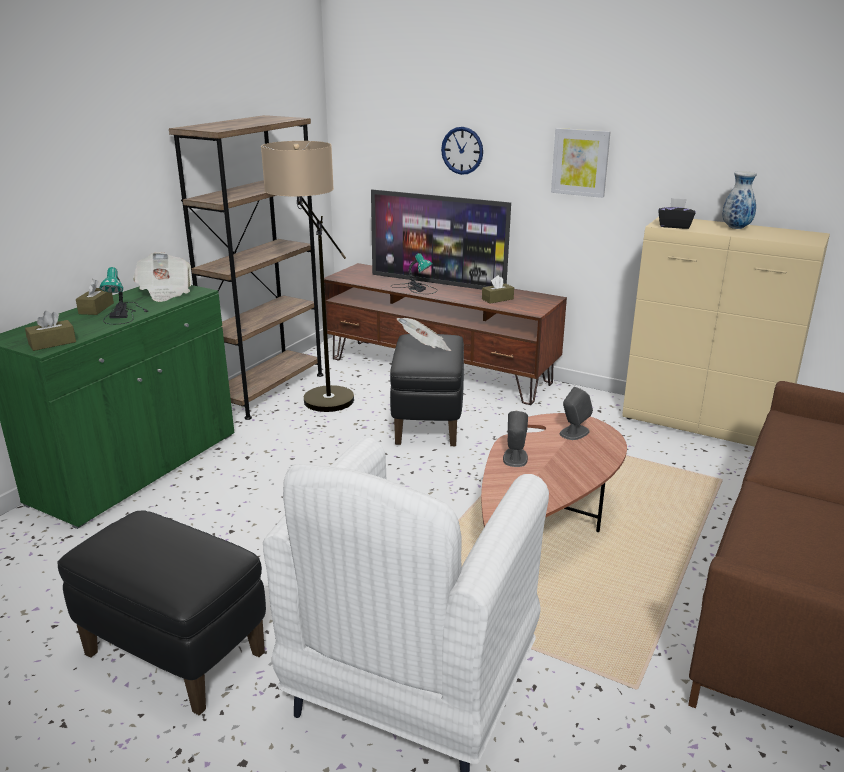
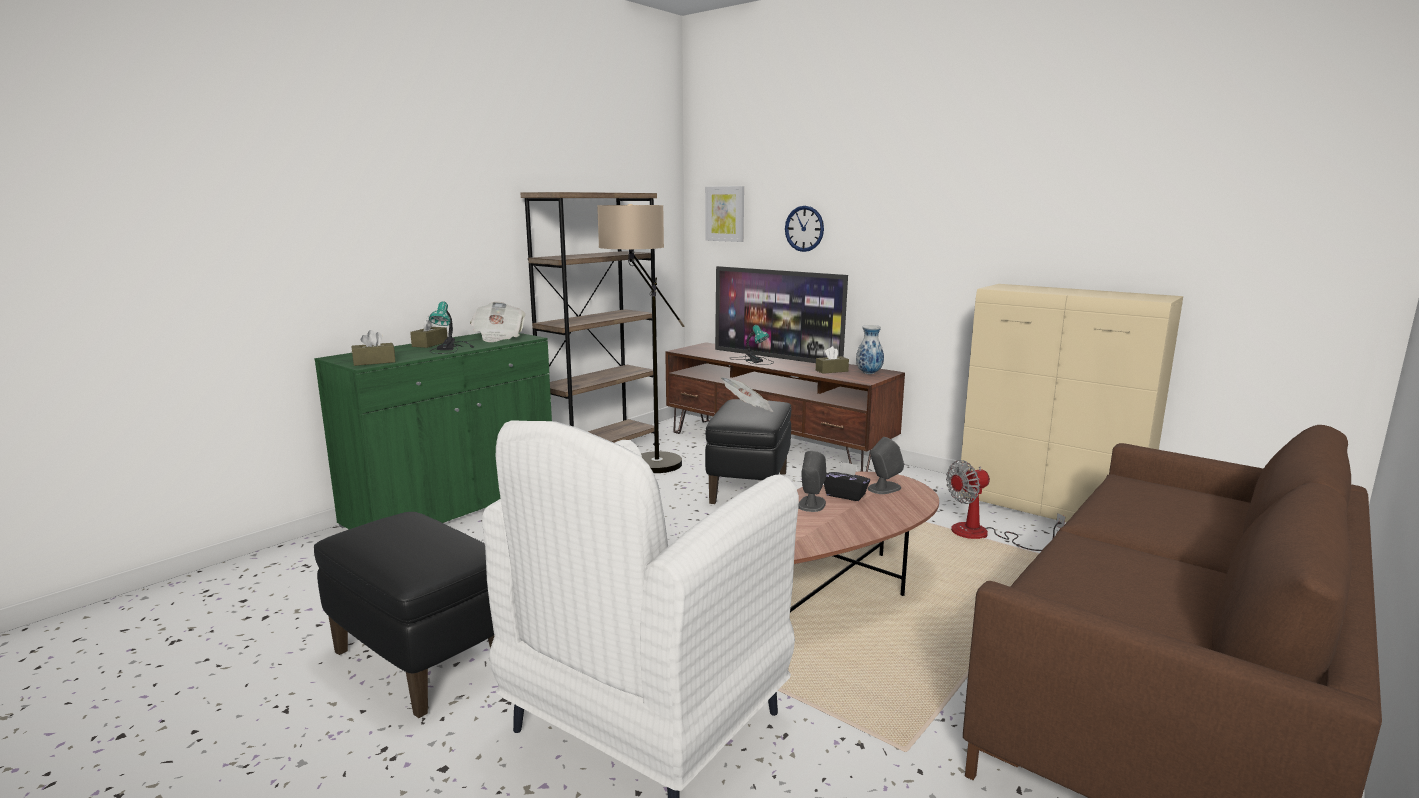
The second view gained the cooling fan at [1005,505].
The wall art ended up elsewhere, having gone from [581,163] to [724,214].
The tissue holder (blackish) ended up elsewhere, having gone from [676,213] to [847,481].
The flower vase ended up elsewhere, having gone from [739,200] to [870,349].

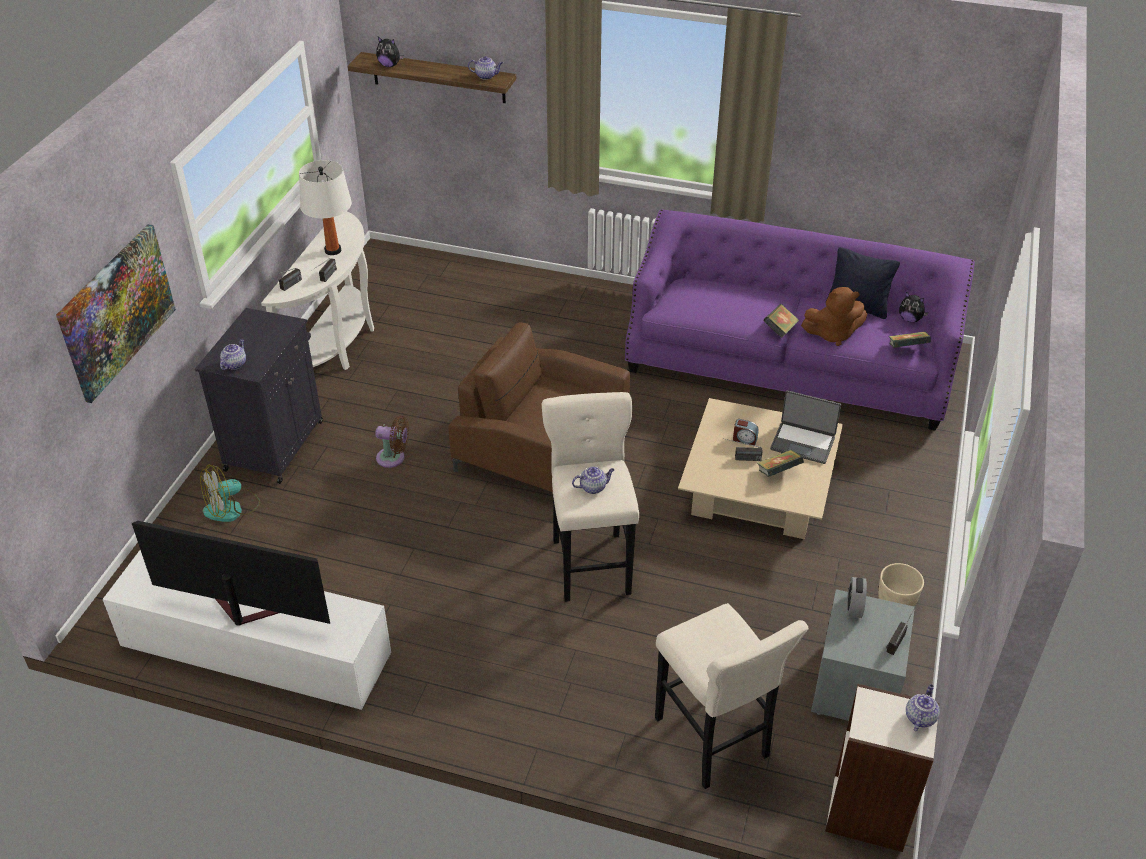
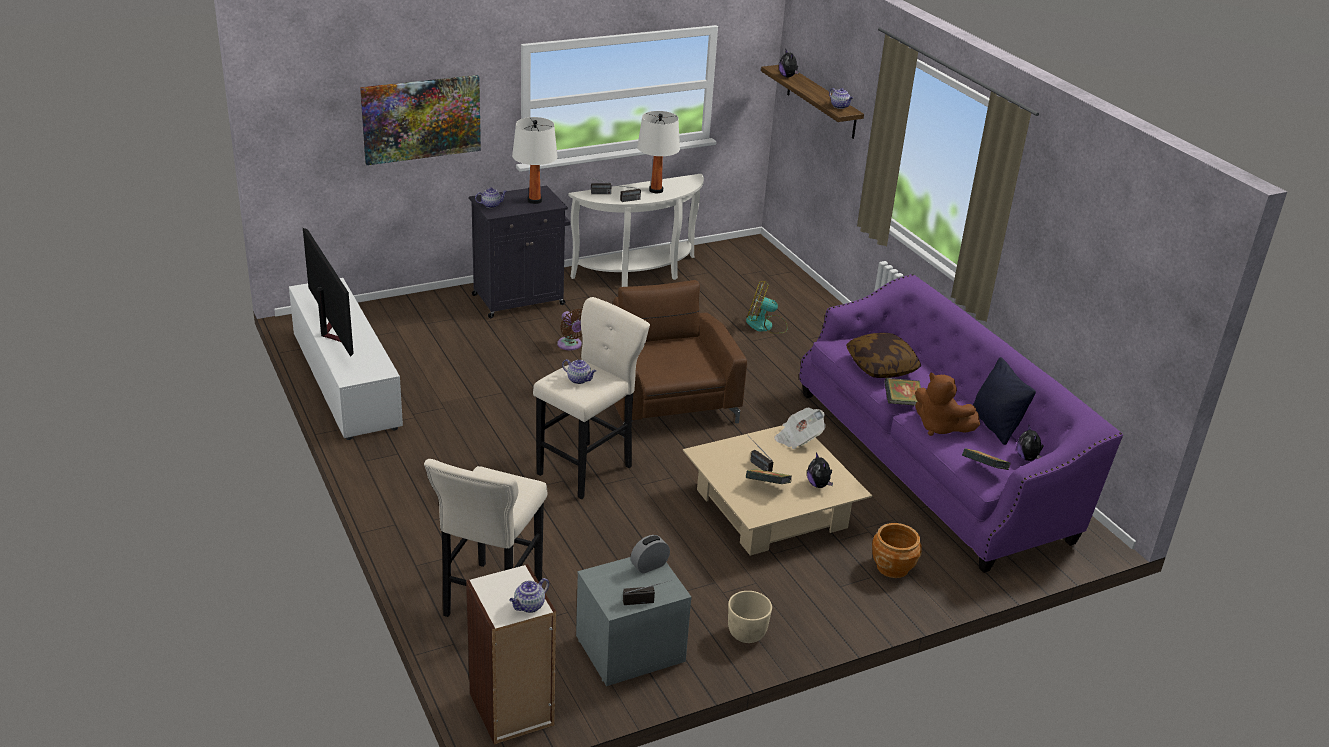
The second view lost the alarm clock at [746,432].
The second view gained the lamp for a table (white) at [535,160].
The second view gained the newspaper at [800,428].
The second view gained the throw pillow at [883,355].
The second view gained the flower pot (brown-coloured) at [897,550].
The cooling fan ended up elsewhere, having gone from [230,493] to [767,307].
Where the notebook computer stood at [805,427], the plush toy came to stand at [820,470].
The teapot at [923,707] ended up facing another way, 150 degrees clockwise from before.

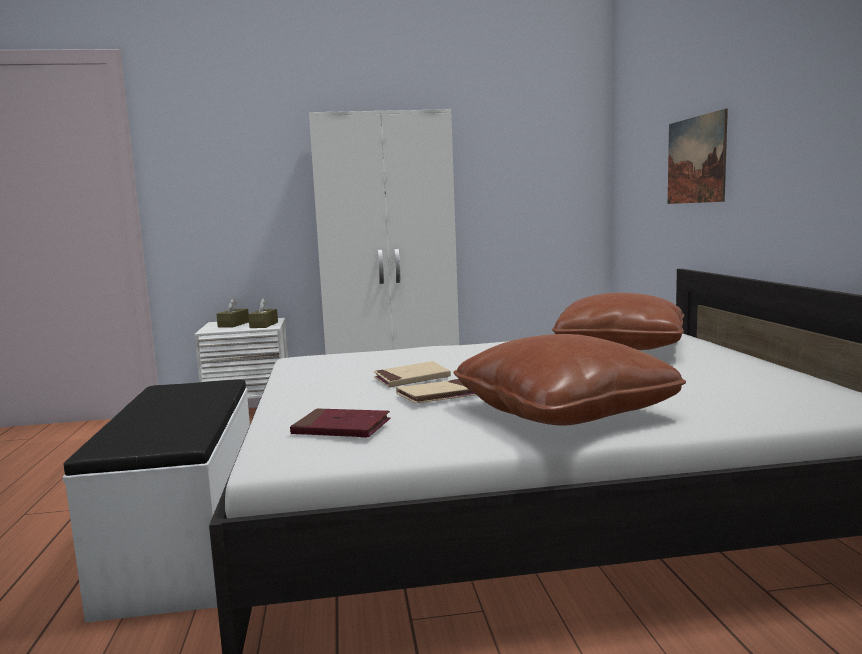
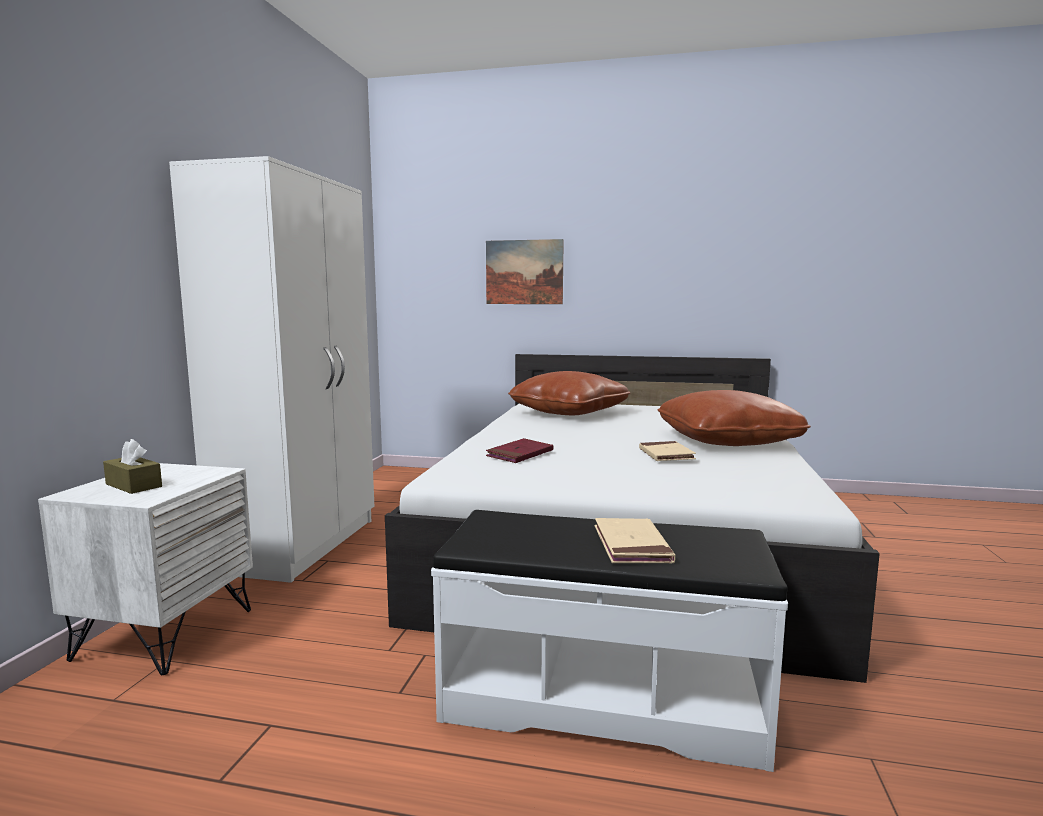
The second view lost the tissue holder (brown-coloured) at [263,313].
The bound book (red-coloured) ended up elsewhere, having gone from [340,423] to [519,450].
The bound book (beige-coloured) ended up elsewhere, having gone from [412,374] to [635,541].

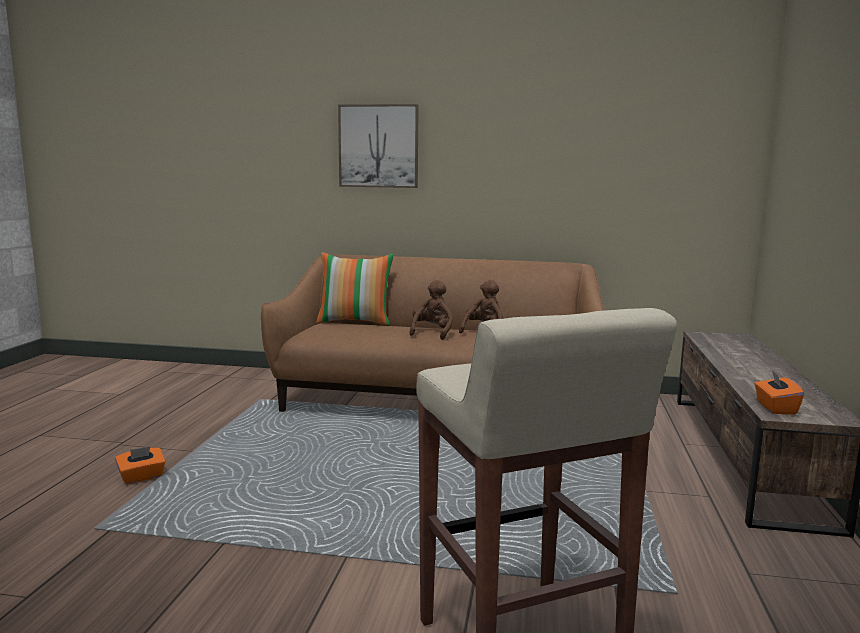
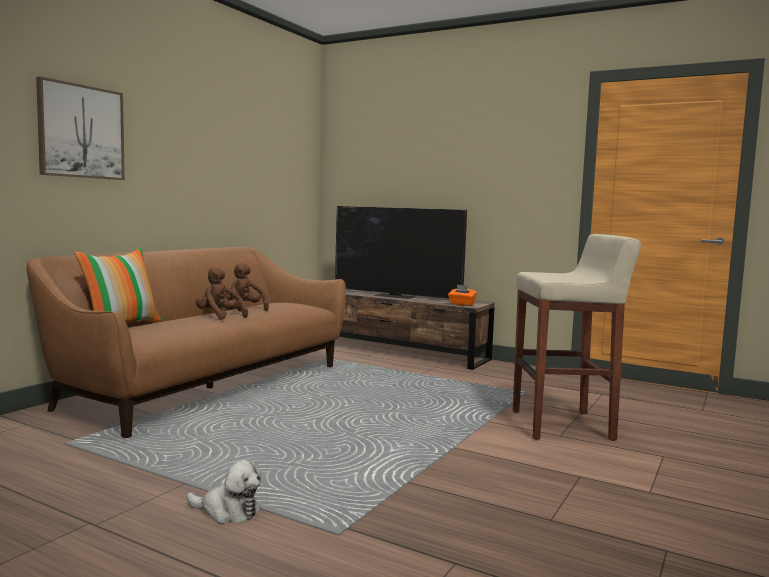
The second view gained the TV set at [401,252].
Where the tissue holder (orange) stood at [140,465], the plush toy came to stand at [224,492].

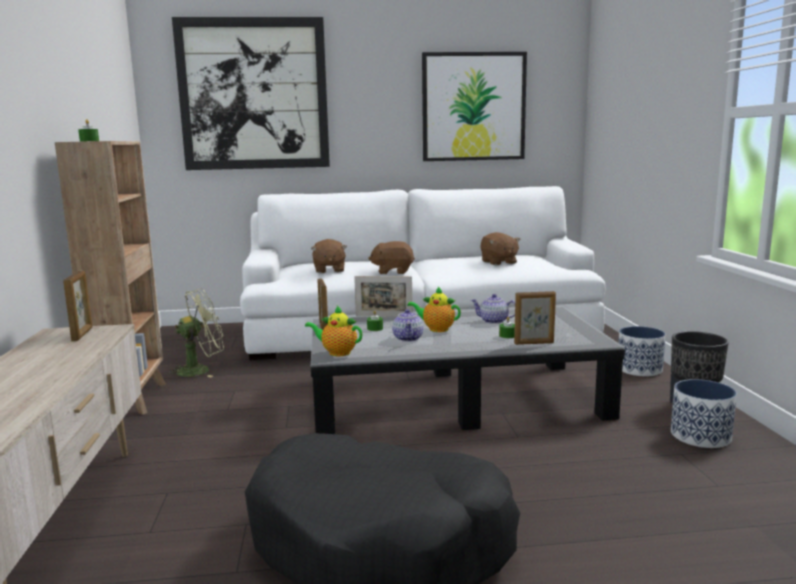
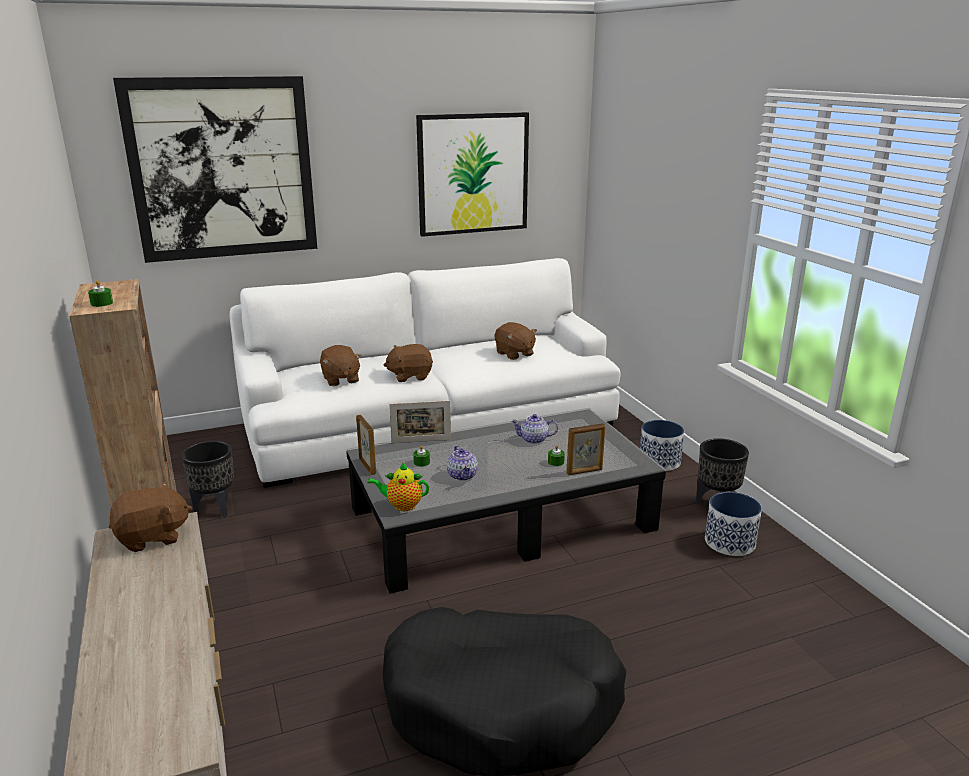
The second view lost the teapot at [434,309].
Where the standing frame stood at [77,306], the plush toy (brown-coloured) came to stand at [150,517].
Where the cooling fan (greenish) stood at [195,333], the flower pot (blackish) came to stand at [207,479].

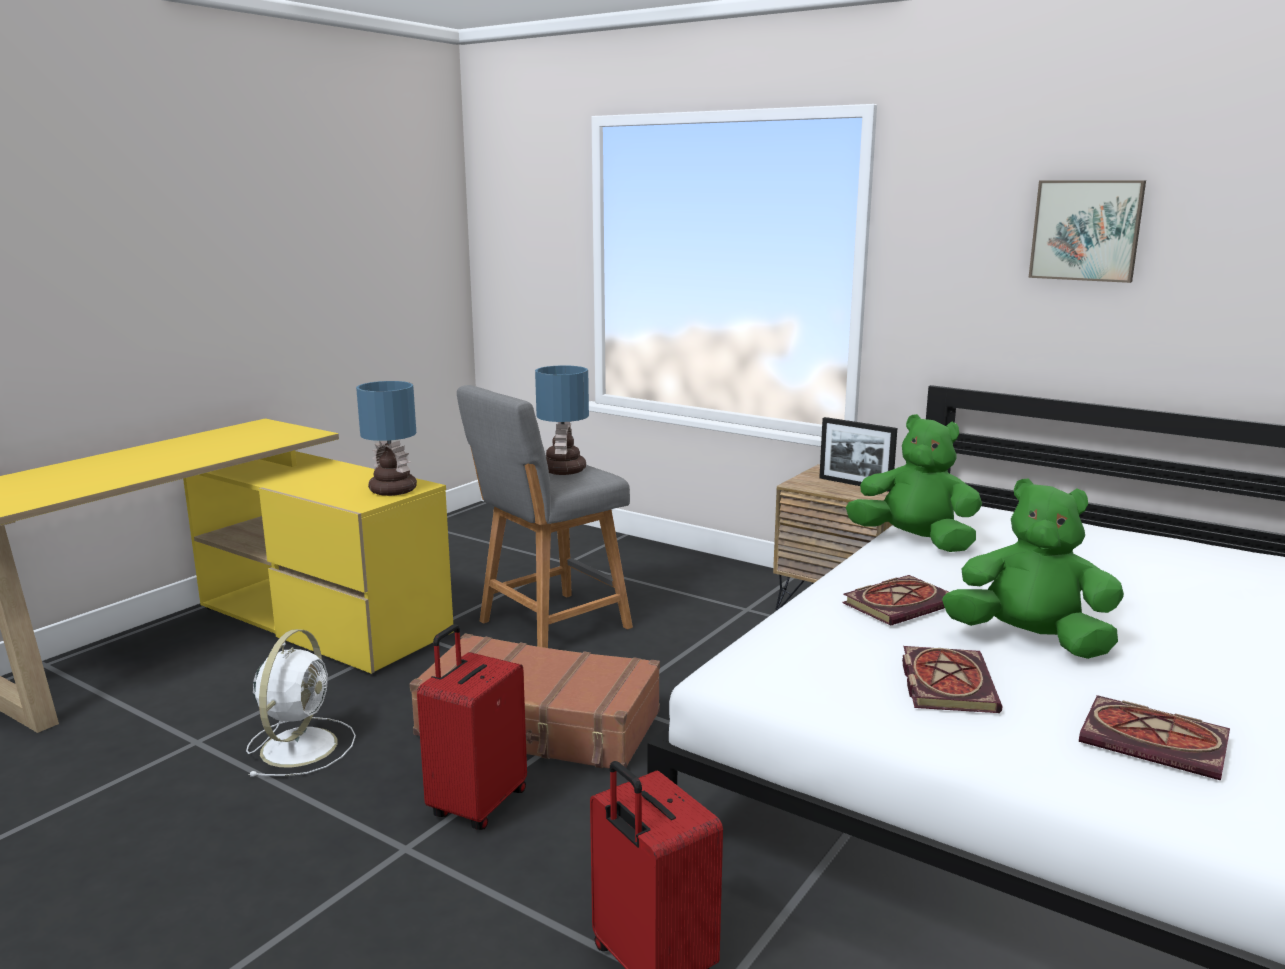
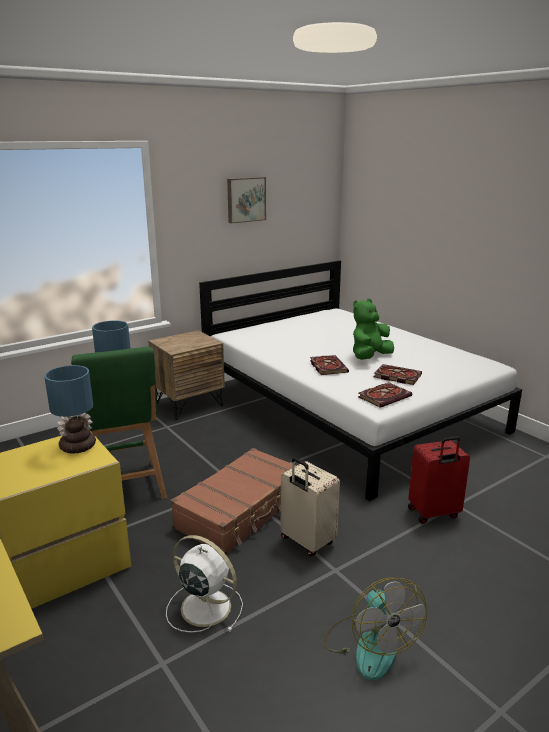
The second view lost the standing frame at [858,454].
The second view lost the plush toy (greenish) at [914,483].
The second view gained the cooling fan at [375,629].
The bound book ended up elsewhere, having gone from [1154,738] to [385,395].
What was the suitcase (red-coloured) at [472,727] turned into the suitcase (beige-coloured) at [310,506].
What was the sitting stool (grey) at [545,516] turned into the sitting stool (greenish) at [119,423].

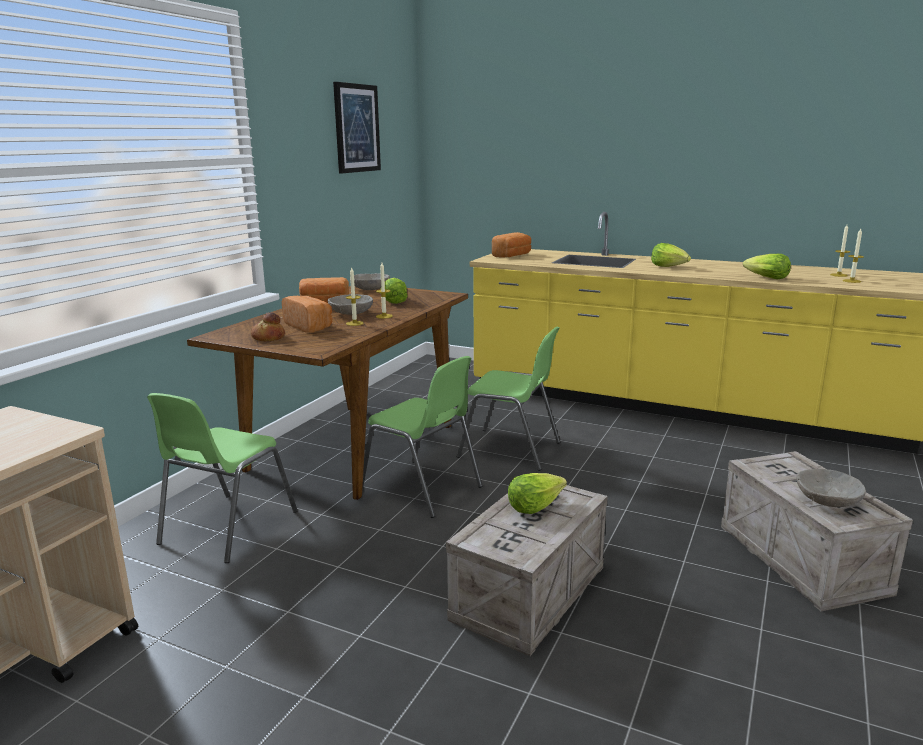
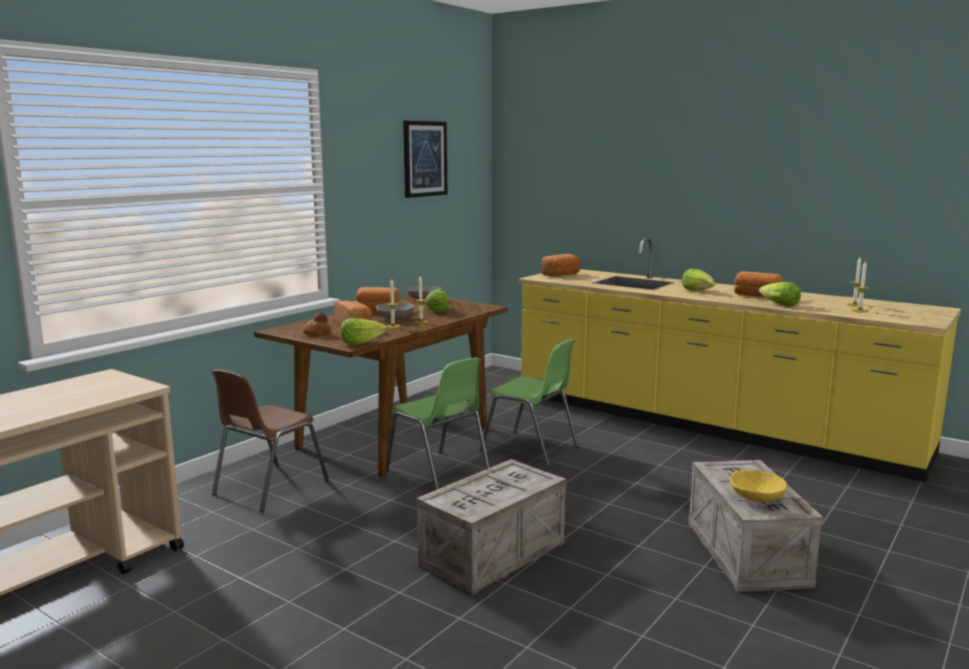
The second view gained the bread at [758,284].
The lettuce ended up elsewhere, having gone from [537,493] to [363,331].
What was the upright chair (greenish) at [222,478] turned into the upright chair (brown-coloured) at [270,440].
What was the bowl (grey) at [831,488] turned into the bowl (yellow) at [758,486].

